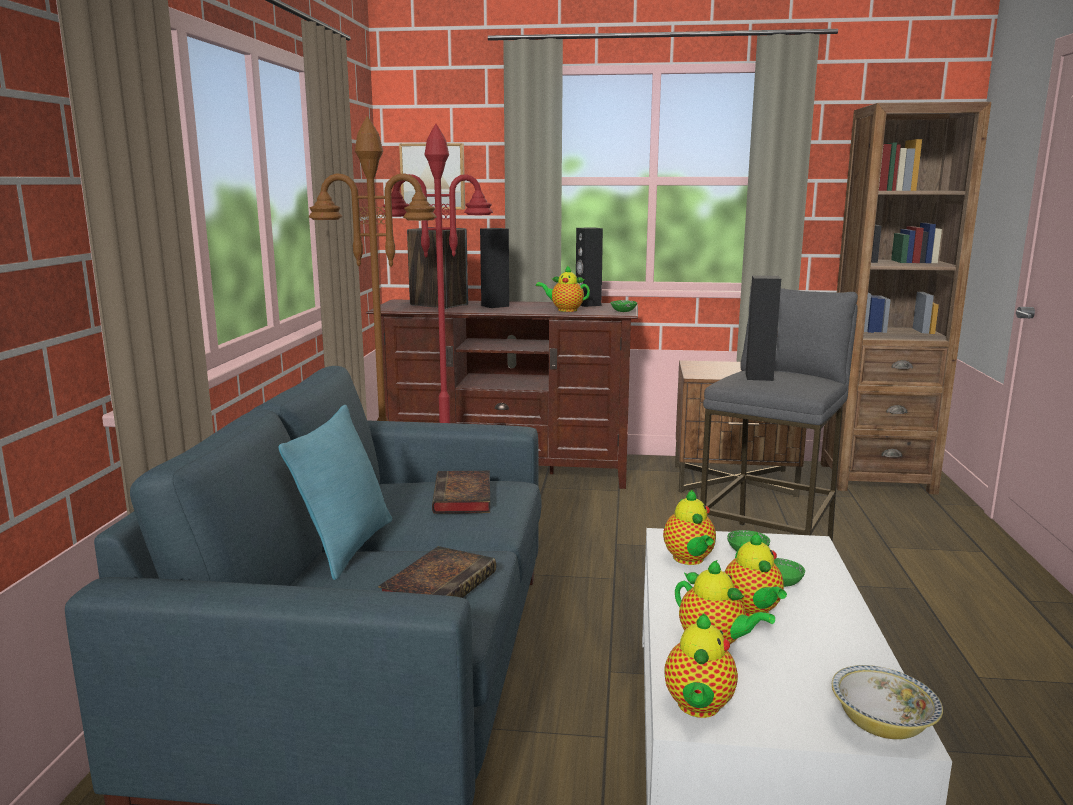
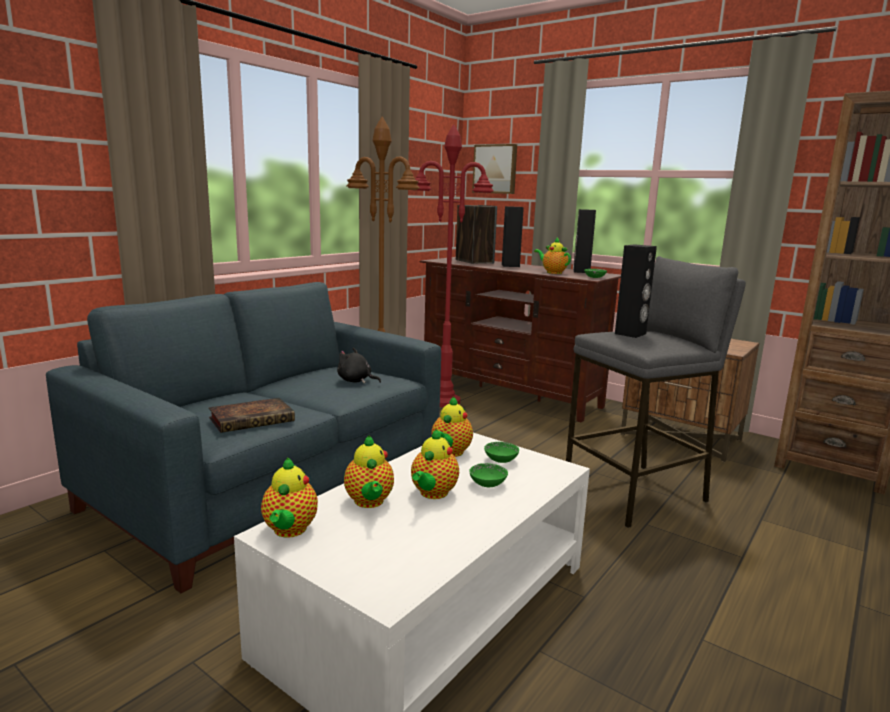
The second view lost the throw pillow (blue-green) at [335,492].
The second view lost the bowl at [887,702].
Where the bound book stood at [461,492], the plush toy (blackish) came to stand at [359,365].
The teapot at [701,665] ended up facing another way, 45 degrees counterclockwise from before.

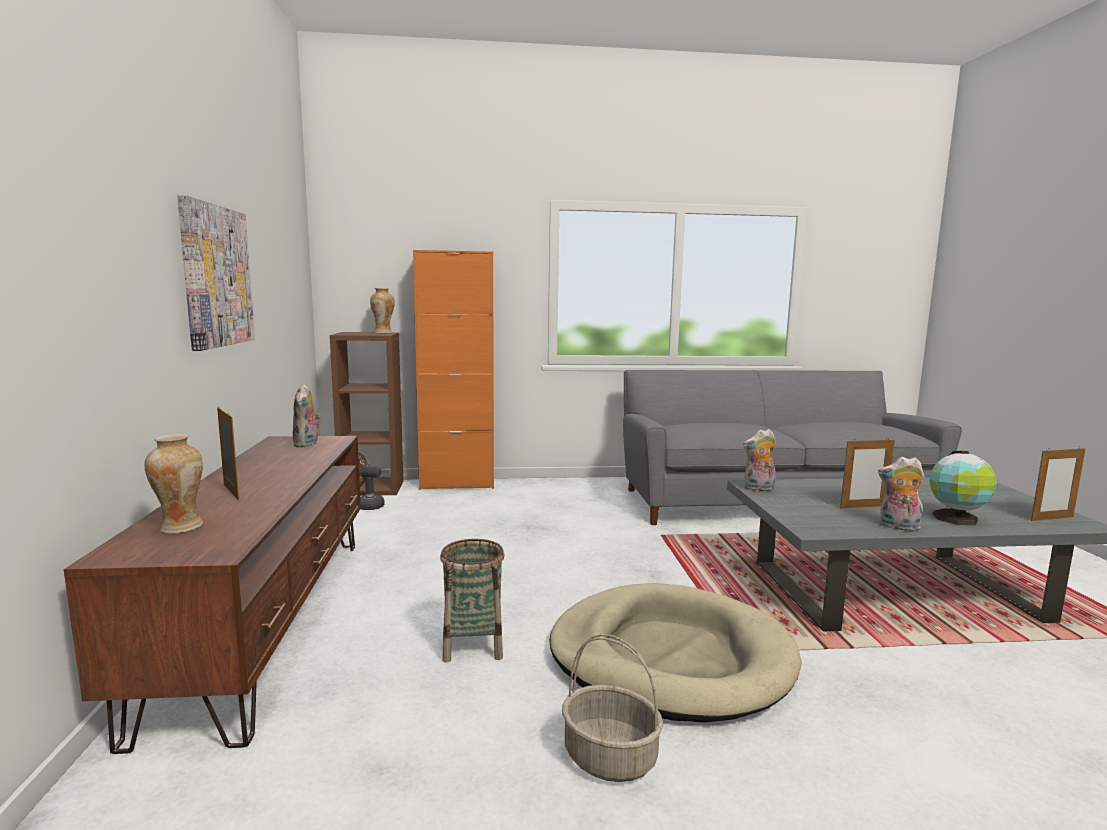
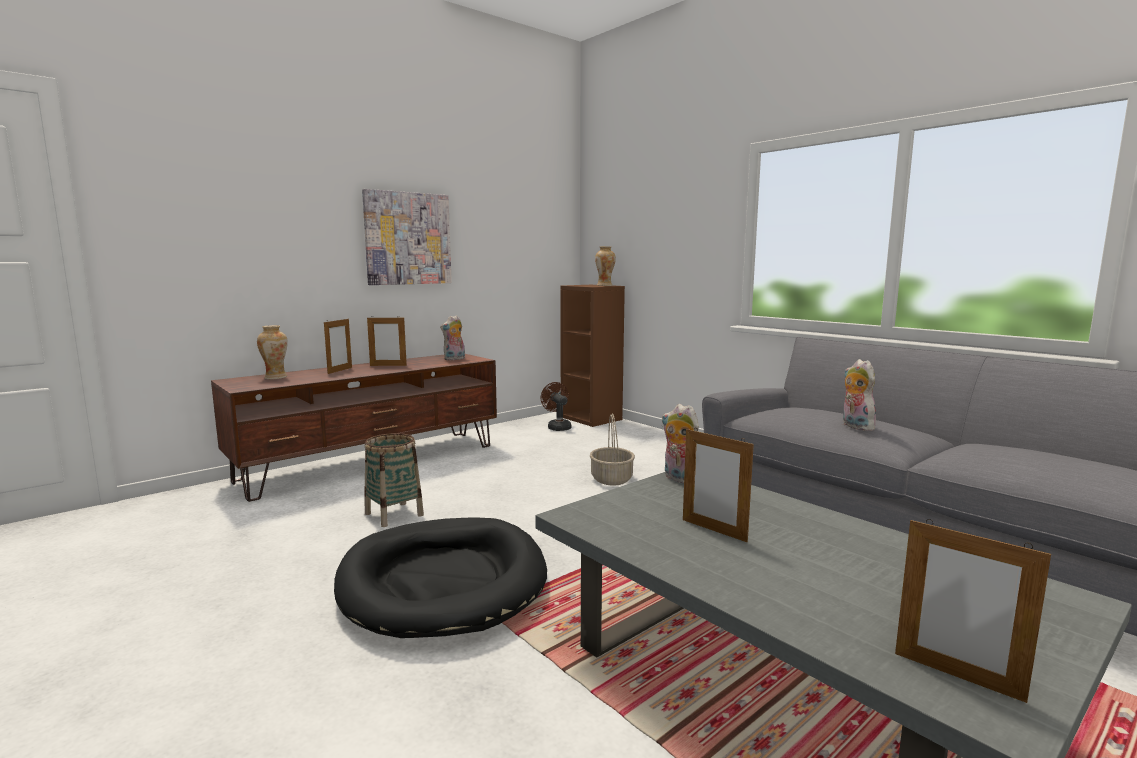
The second view lost the cabinet (orange) at [453,370].
The second view lost the world globe at [963,488].
The second view gained the standing frame at [387,341].
The basket ended up elsewhere, having gone from [612,708] to [612,449].
The plush toy ended up elsewhere, having gone from [901,494] to [859,395].
What was the dog bed (beige-coloured) at [675,653] turned into the dog bed (blackish) at [440,578].

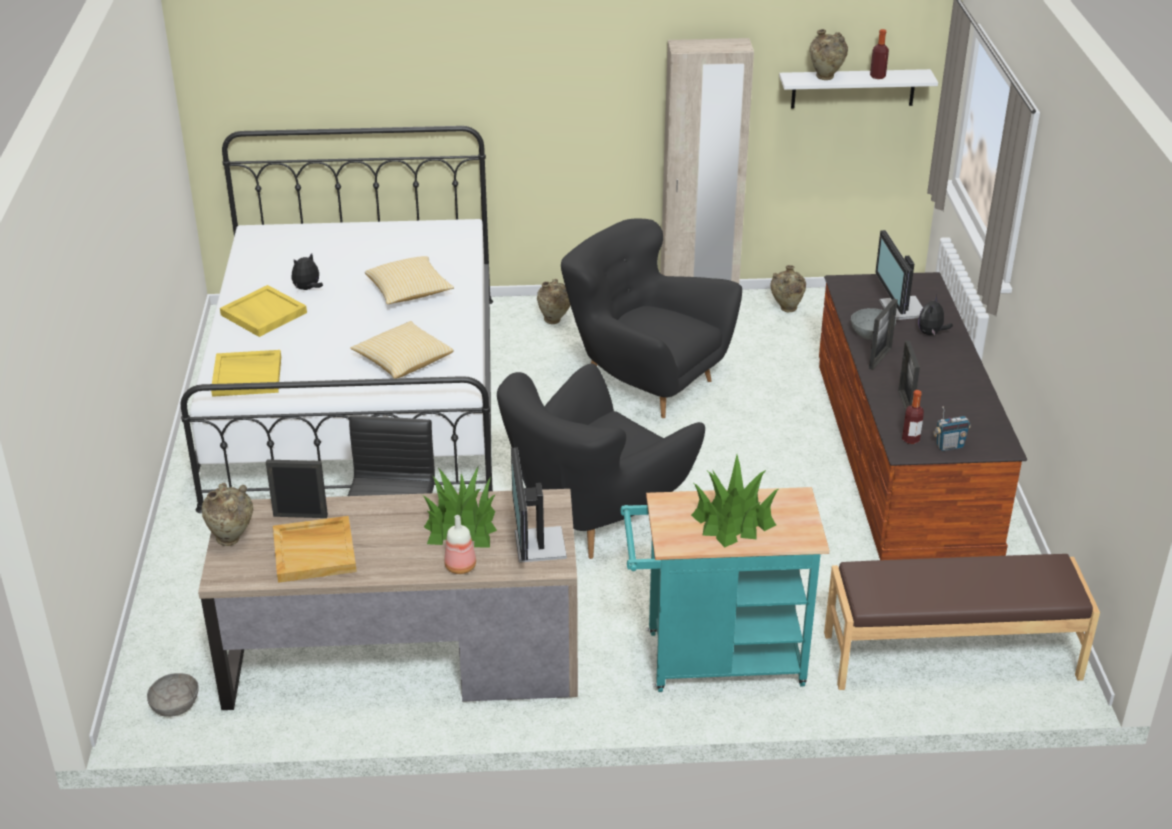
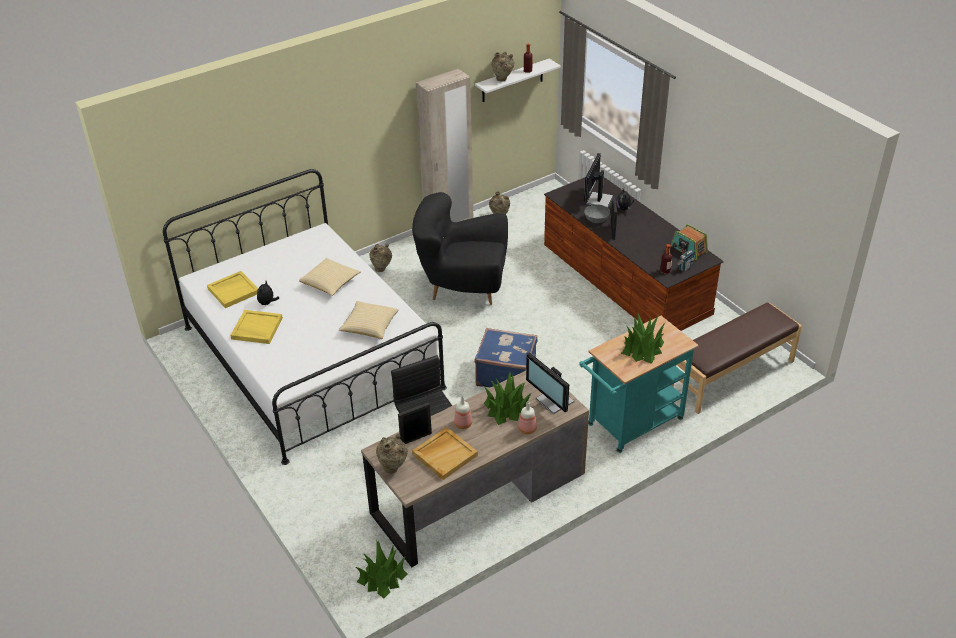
The second view lost the standing frame at [909,376].
The second view gained the bottle at [463,412].
The second view gained the radio set at [689,242].
The serving tray (yellow) ended up elsewhere, having gone from [246,373] to [232,289].
Where the bowl (grey) stood at [173,695], the houseplant came to stand at [382,568].
Where the easy chair (blackish) stood at [601,461], the suitcase (bluish) came to stand at [506,358].
The computer screen at [899,275] ended up facing another way, 60 degrees clockwise from before.

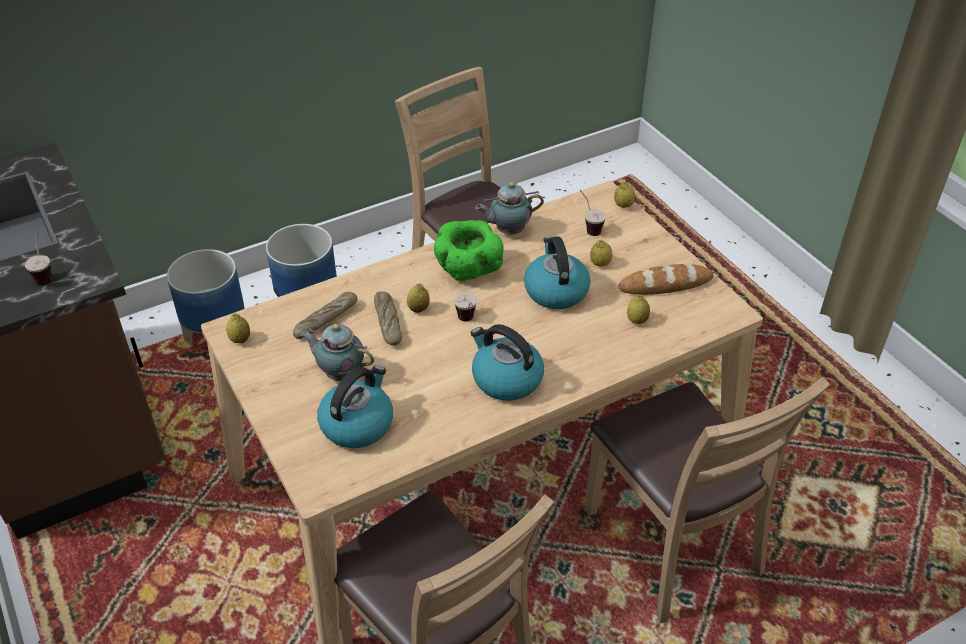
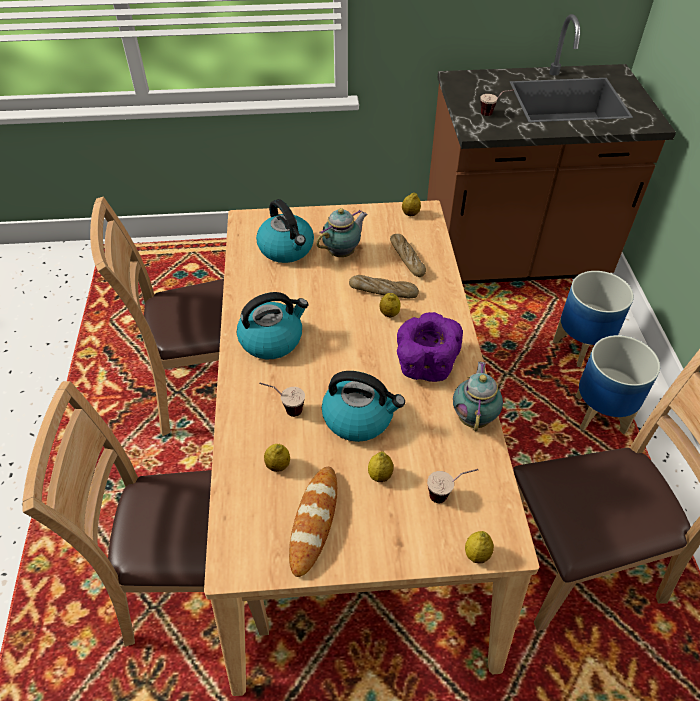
The cup ended up elsewhere, having gone from [465,306] to [282,400].
What was the bowl (greenish) at [469,250] turned into the bowl (purple-coloured) at [430,347].

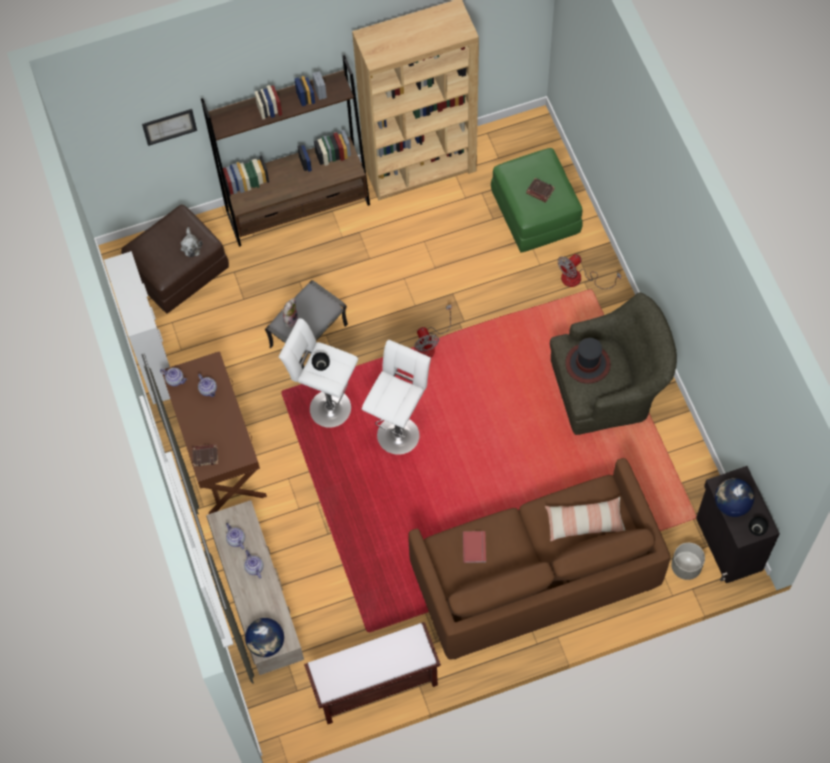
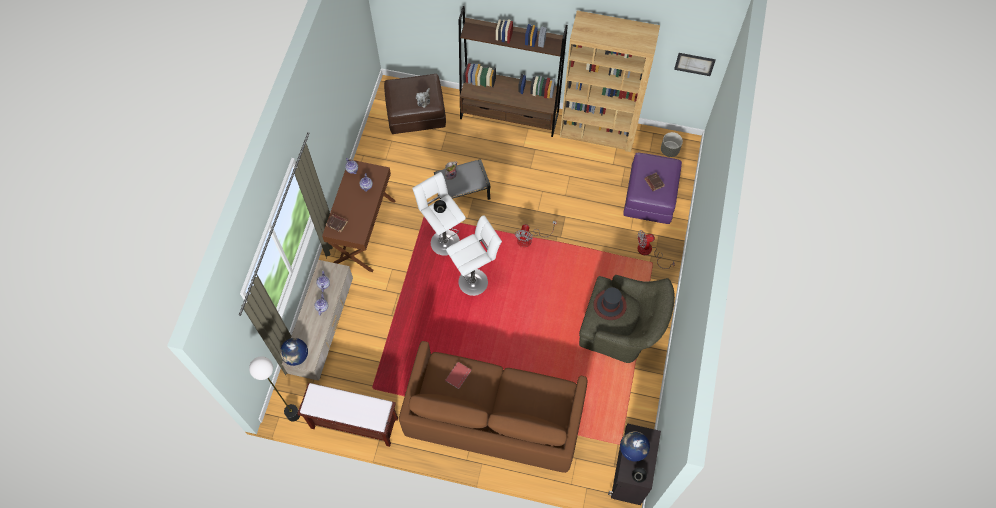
The second view lost the cabinet at [137,327].
The second view lost the throw pillow at [585,519].
The second view gained the standard lamp at [274,388].
The wall art ended up elsewhere, having gone from [169,127] to [695,64].
The flower pot (grey) ended up elsewhere, having gone from [688,561] to [672,144].
What was the ottoman (greenish) at [537,200] turned into the ottoman (purple-coloured) at [652,188].

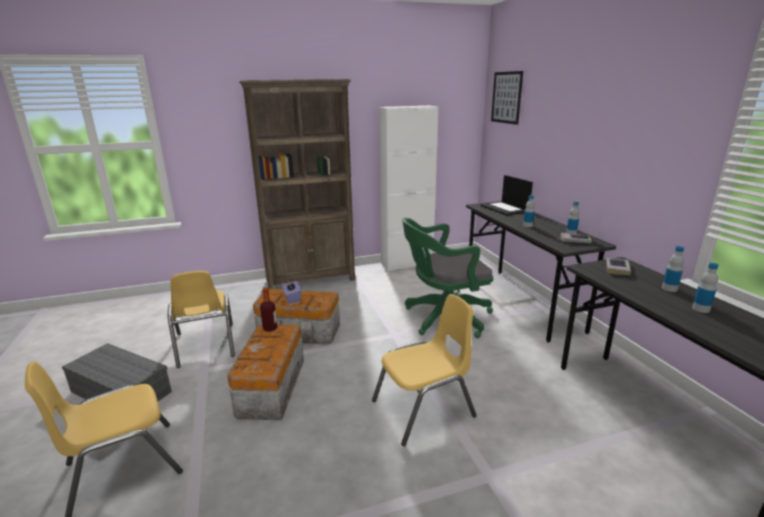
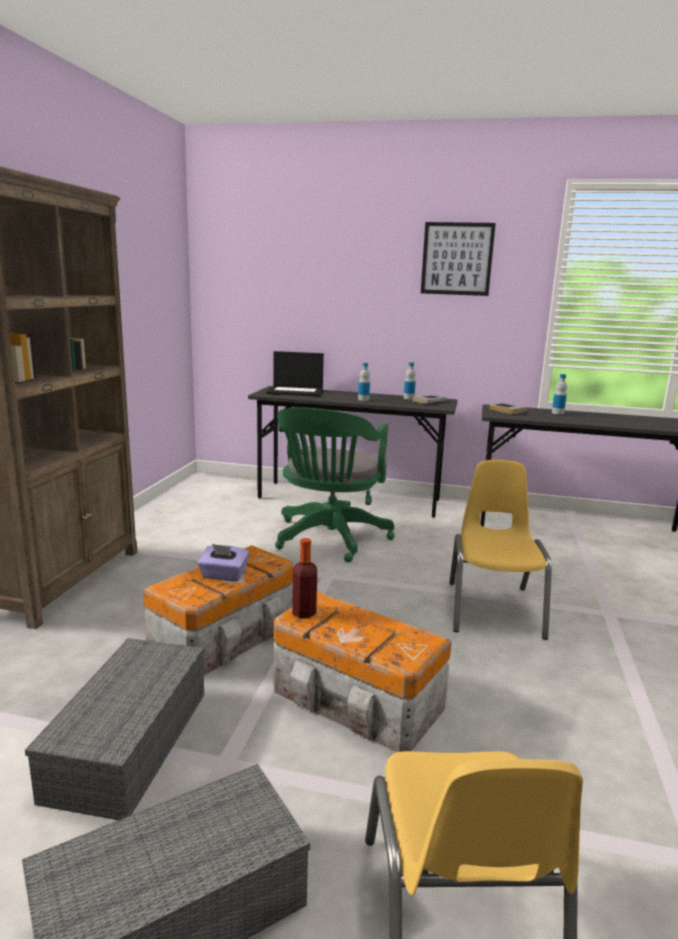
The second view lost the cabinet (white) at [408,188].
The second view lost the bottle at [705,287].
The wall art ended up elsewhere, having gone from [507,98] to [458,259].
Where the upright chair (yellow) stood at [201,319], the storage bin (grey) came to stand at [114,729].

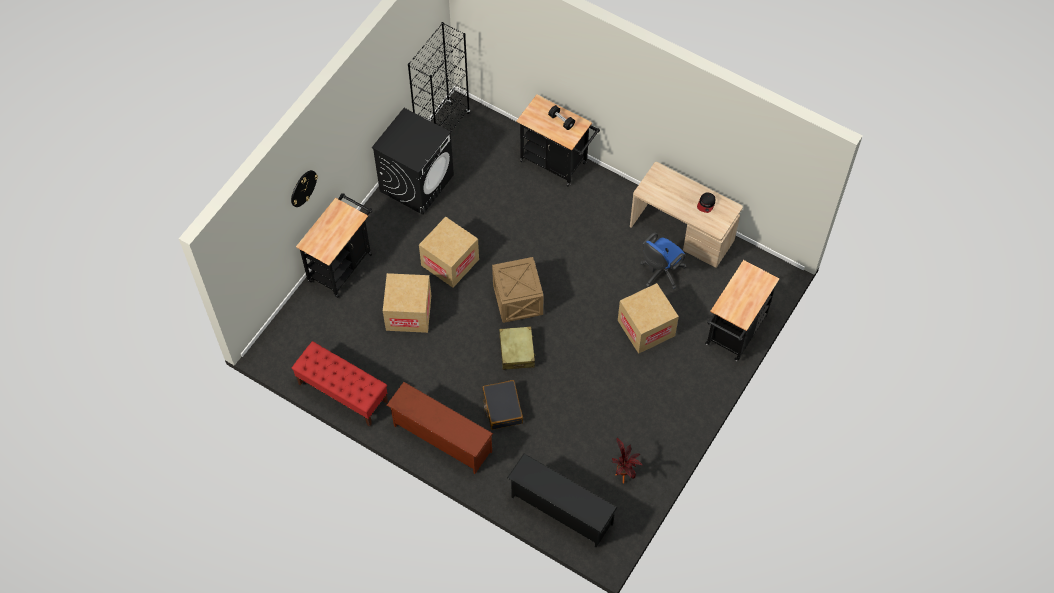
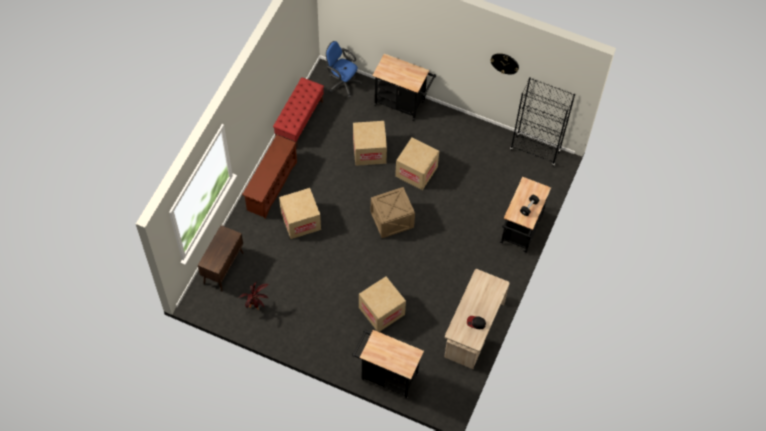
The second view lost the laundry appliance (blackish) at [413,161].
The second view lost the suitcase (beige-coloured) at [517,348].
The hanging clock ended up elsewhere, having gone from [304,188] to [505,64].
The computer chair (bluish) ended up elsewhere, having gone from [663,260] to [344,69].
Where the suitcase (blackish) stood at [502,405], the cardboard box came to stand at [300,213].
Where the shoe rack (blackish) stood at [562,500], the cabinet (brown-coloured) came to stand at [221,258].

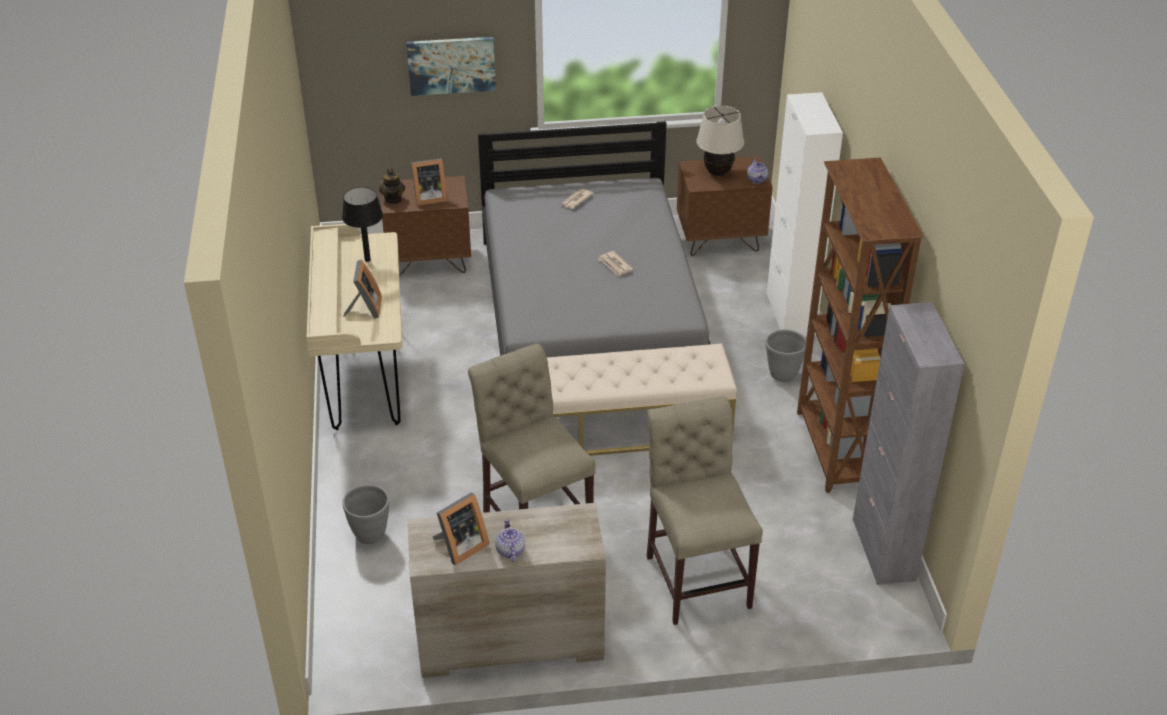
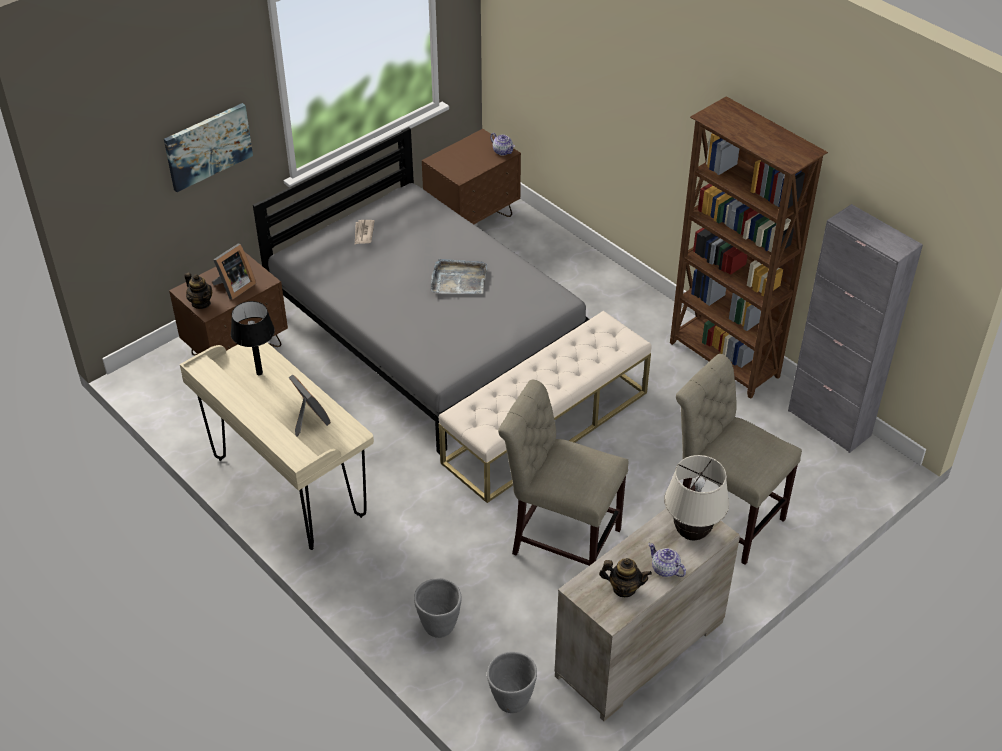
The second view lost the cabinet (white) at [805,214].
The lamp for a table (beige-coloured) ended up elsewhere, having gone from [720,140] to [696,498].
The flower pot (grey) ended up elsewhere, having gone from [786,355] to [512,682].
Where the standing frame stood at [460,528], the teapot came to stand at [625,577].
Where the newspaper stood at [616,264], the serving tray (grey) came to stand at [459,276].

